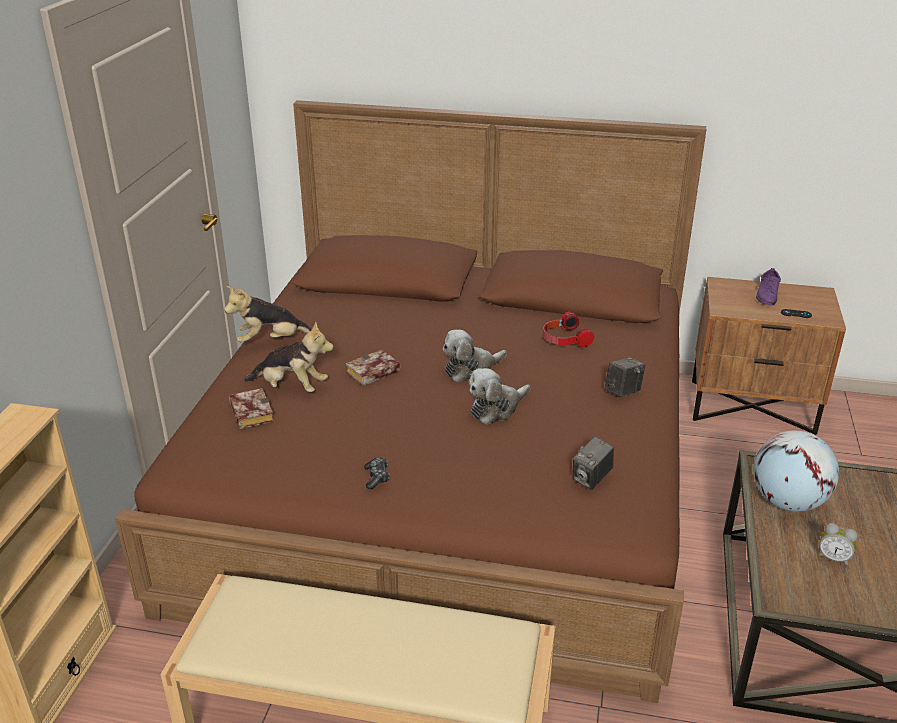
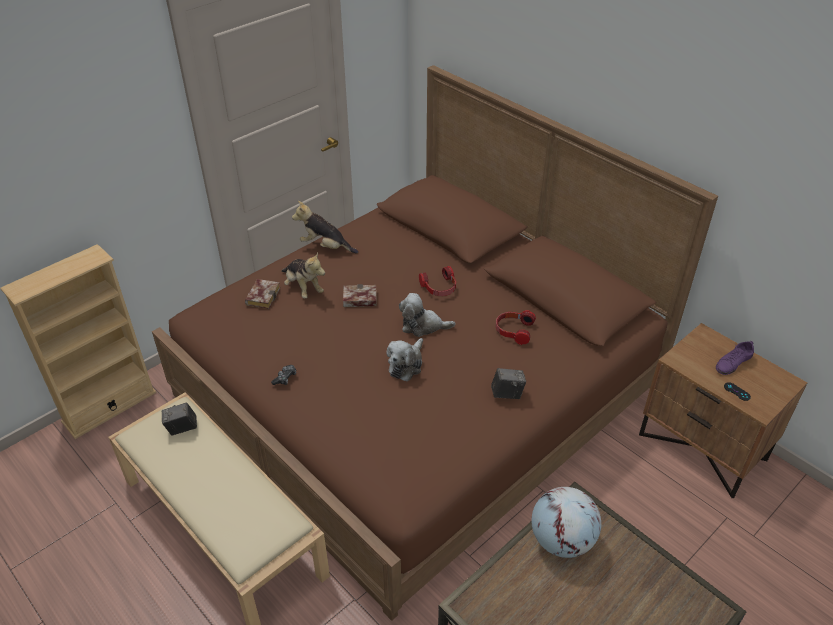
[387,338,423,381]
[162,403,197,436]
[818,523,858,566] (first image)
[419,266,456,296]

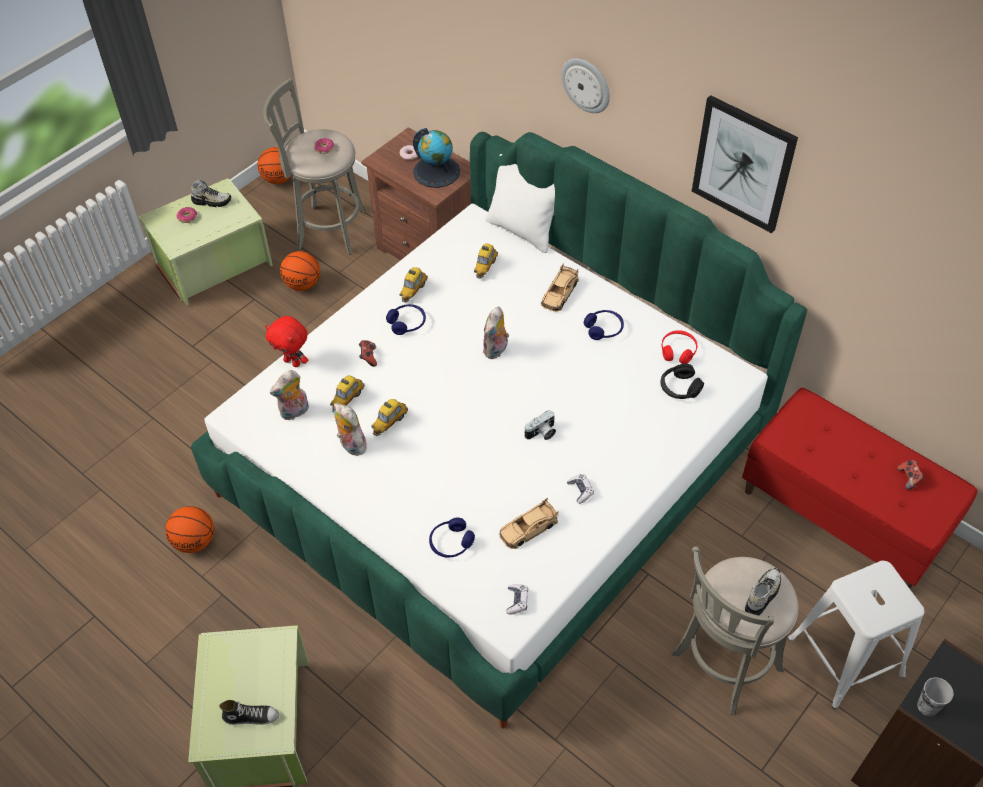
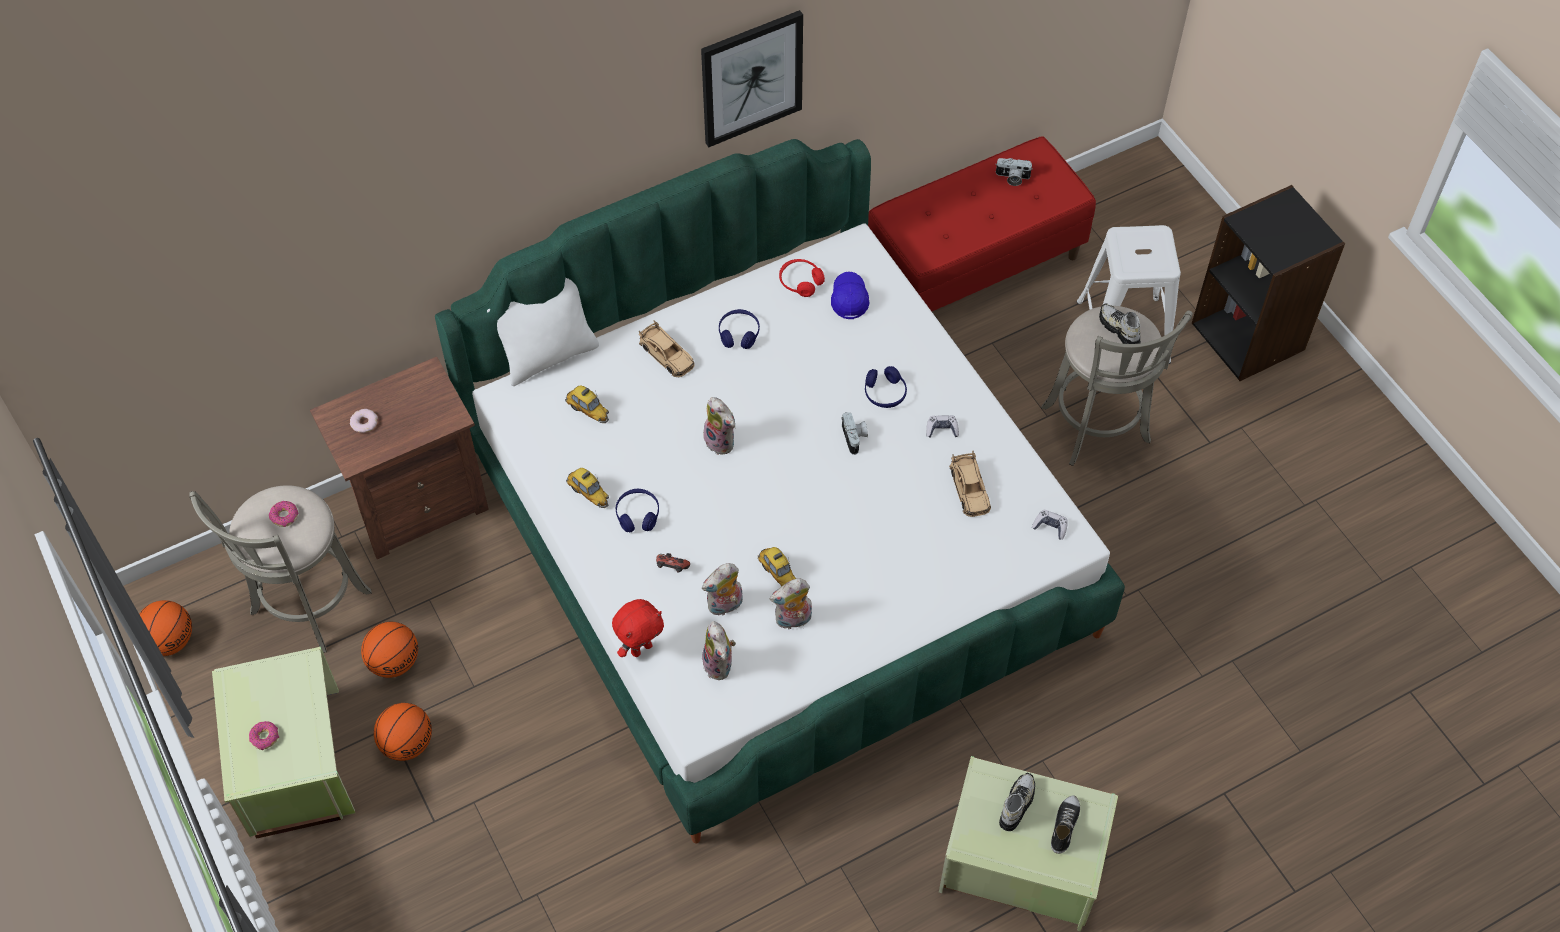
[374,703,432,761]
[999,773,1035,831]
[702,563,743,617]
[413,128,460,188] (first image)
[865,366,907,408]
[561,58,610,113] (first image)
[831,272,869,319]
[996,158,1033,186]
[917,677,954,716] (first image)

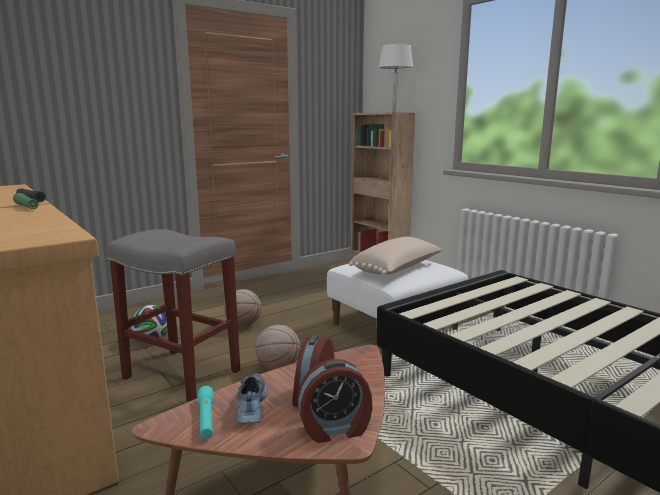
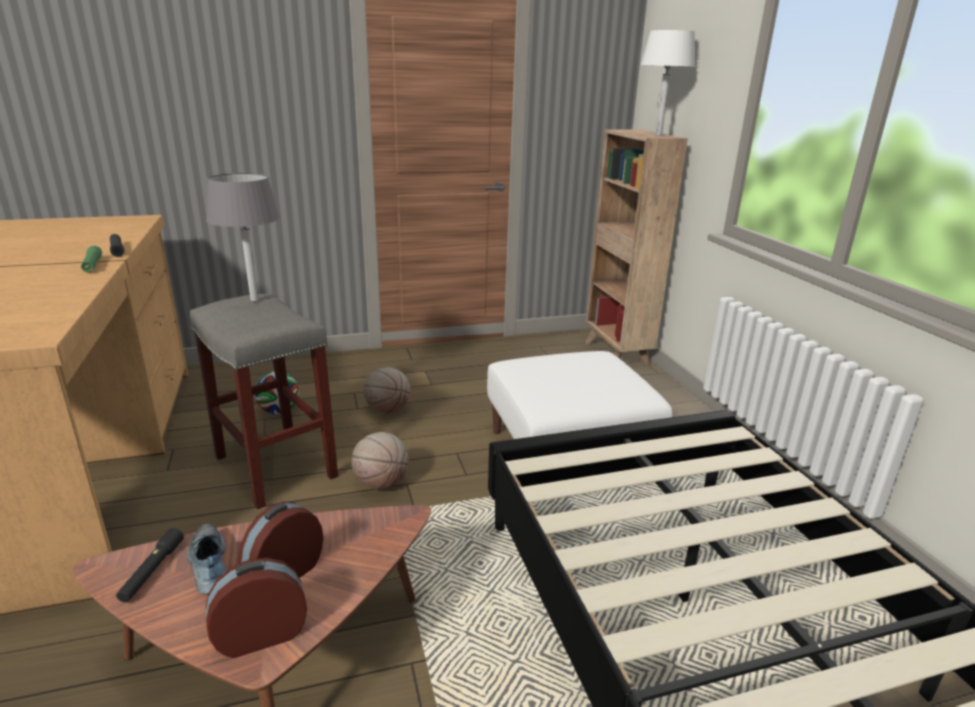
[116,528,184,603]
[187,523,227,594]
[206,558,307,658]
[349,237,442,275] (first image)
[206,173,280,301]

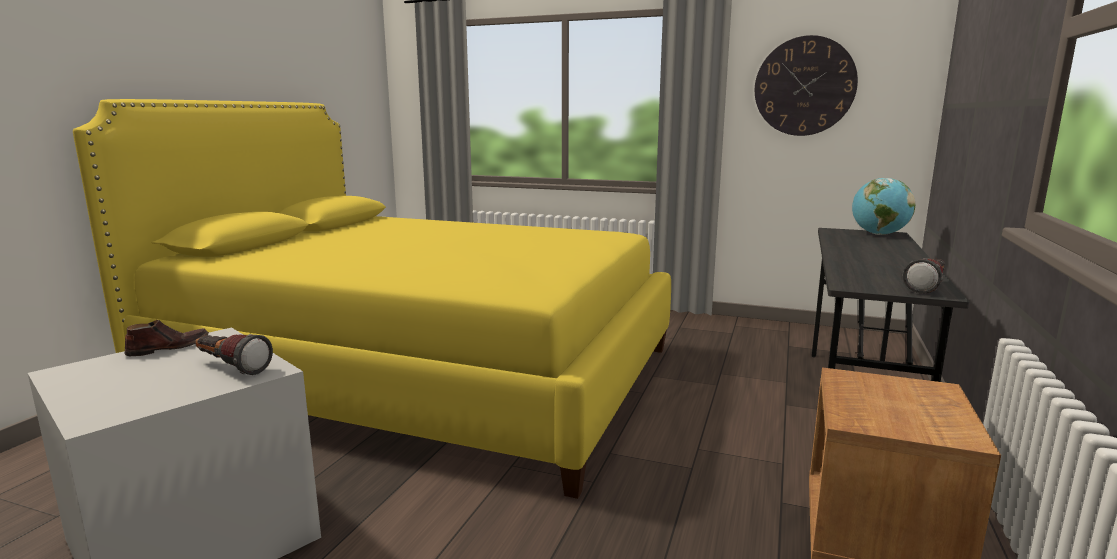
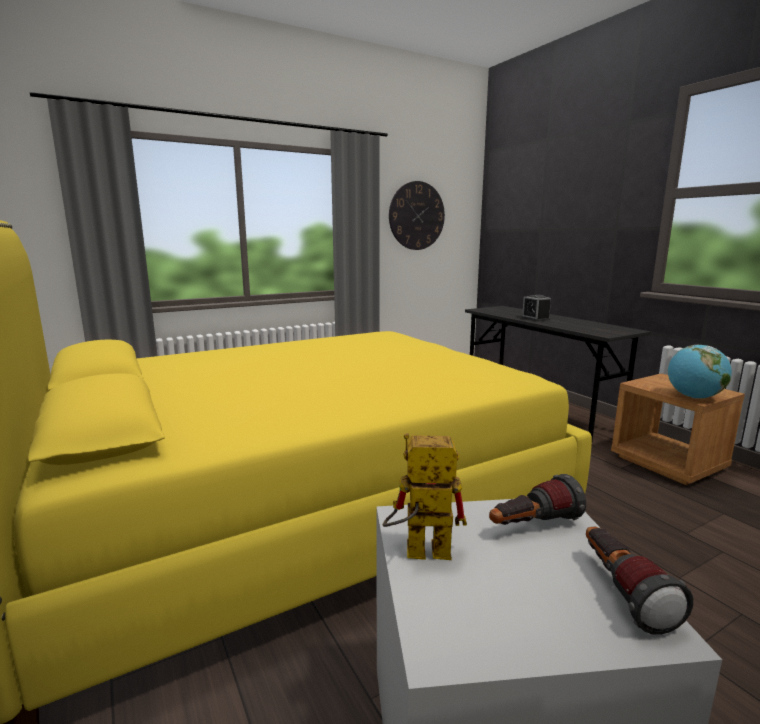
[383,433,467,560]
[668,345,732,399]
[586,527,693,635]
[521,295,551,321]

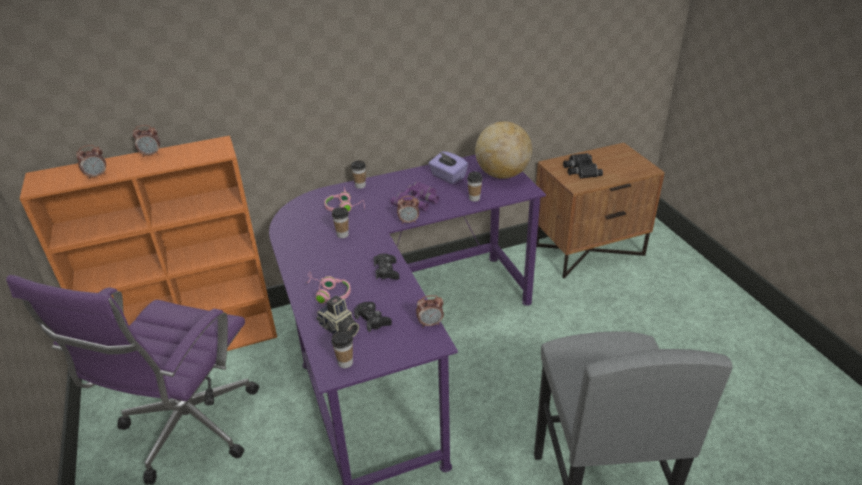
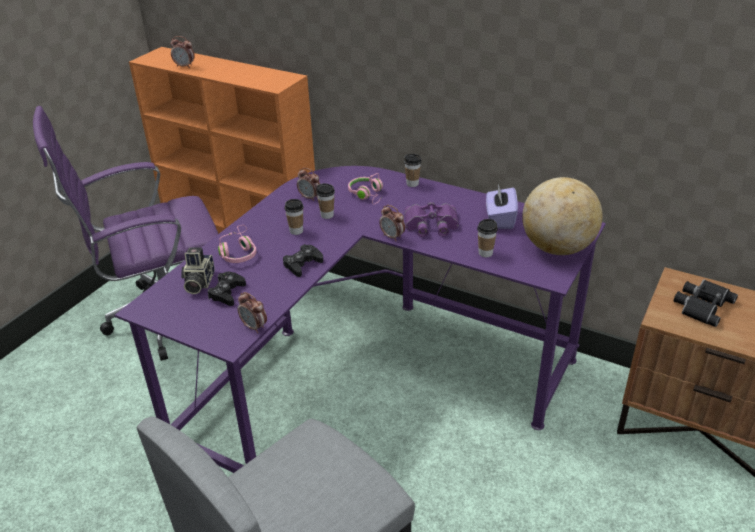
[297,168,320,201]
[284,199,304,235]

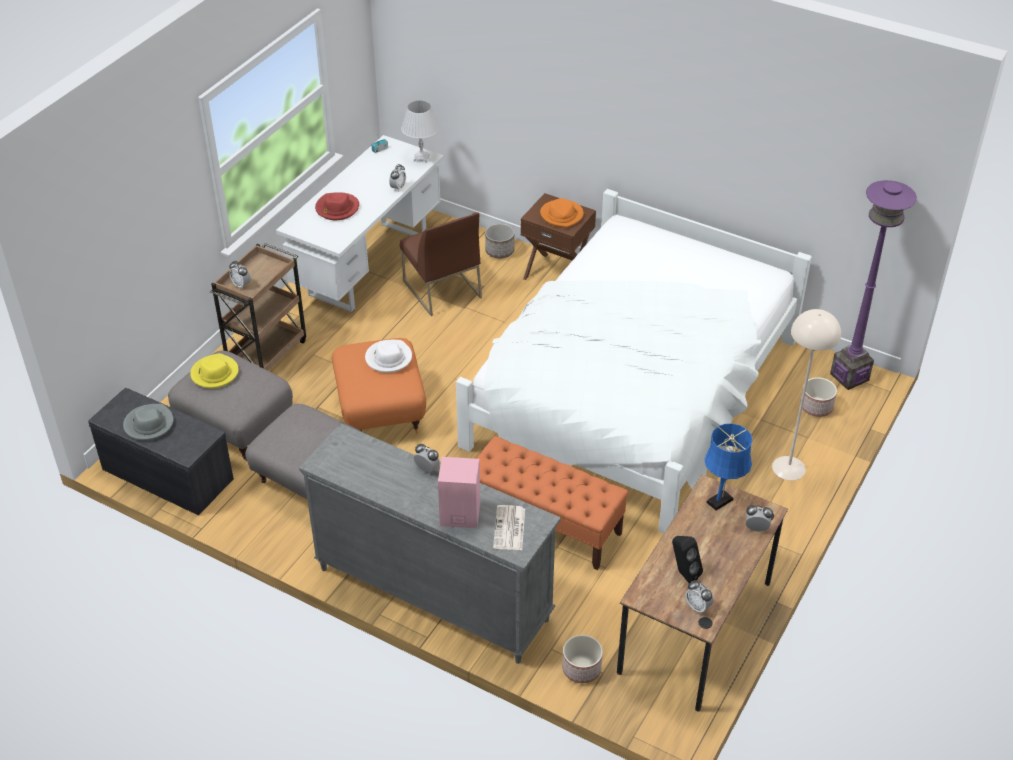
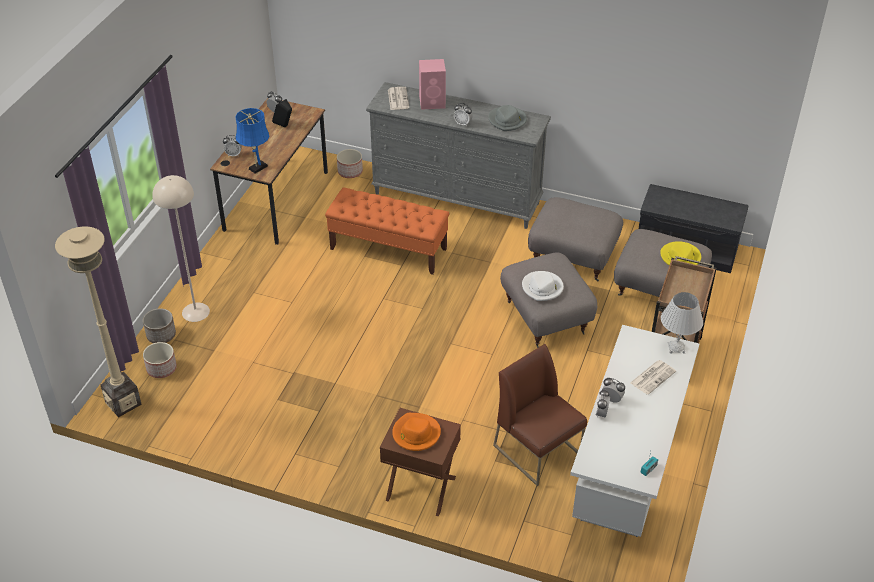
[488,105,527,131]
[602,378,625,403]
[630,360,676,395]
[500,252,597,348]
[661,292,703,354]
[456,189,812,533] (first image)
[143,308,176,343]
[55,227,142,417]

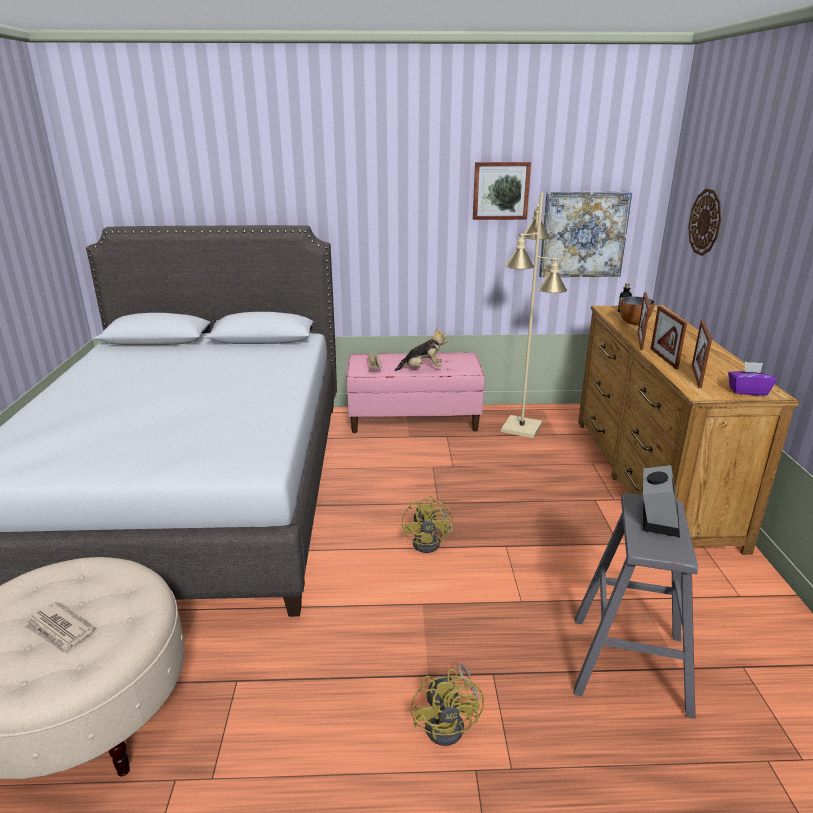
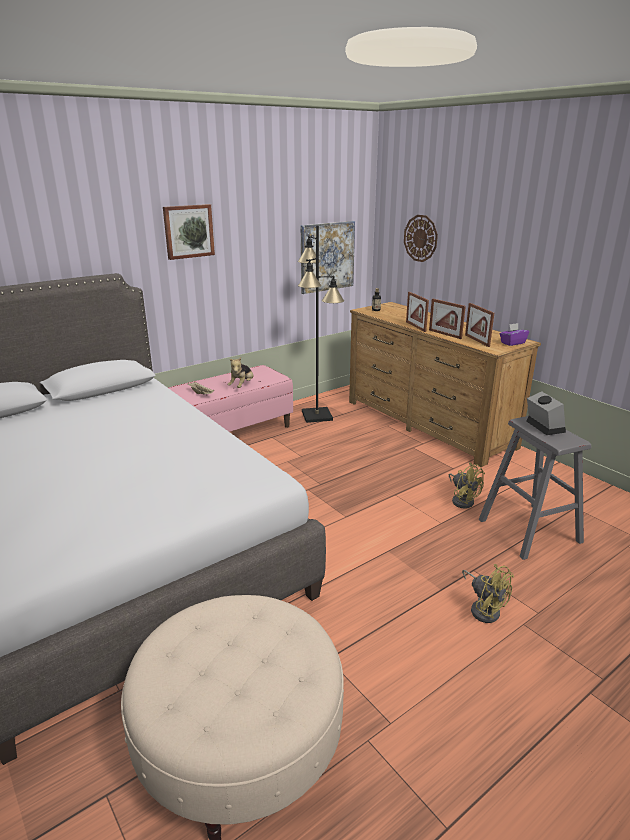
[23,602,93,654] (first image)
[228,357,254,388]
[449,462,485,509]
[163,204,215,260]
[298,226,344,423]
[620,296,655,325] (first image)

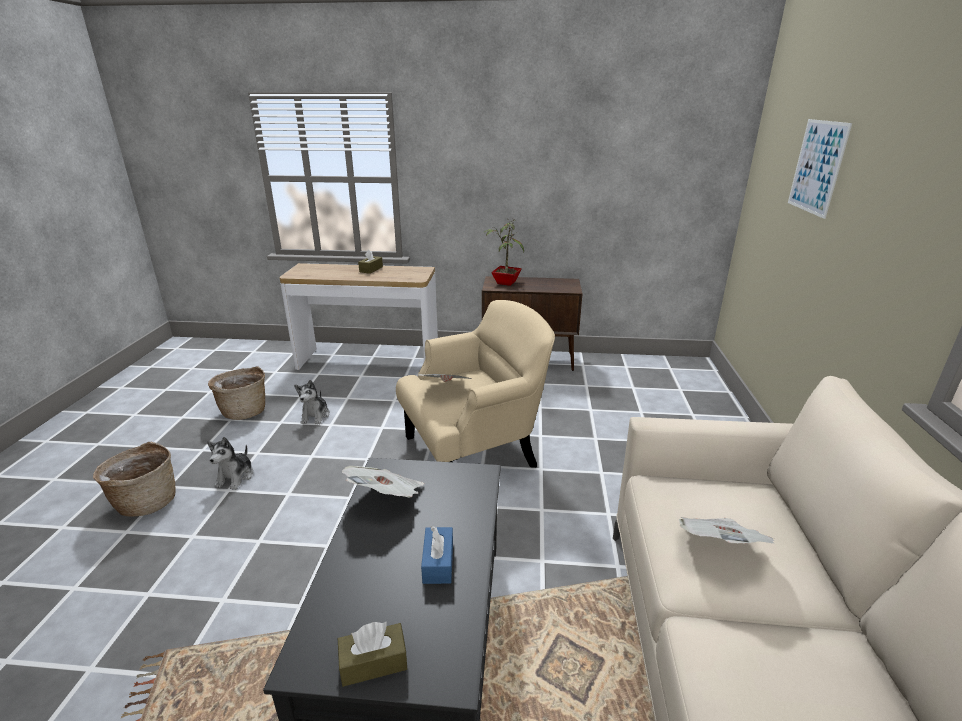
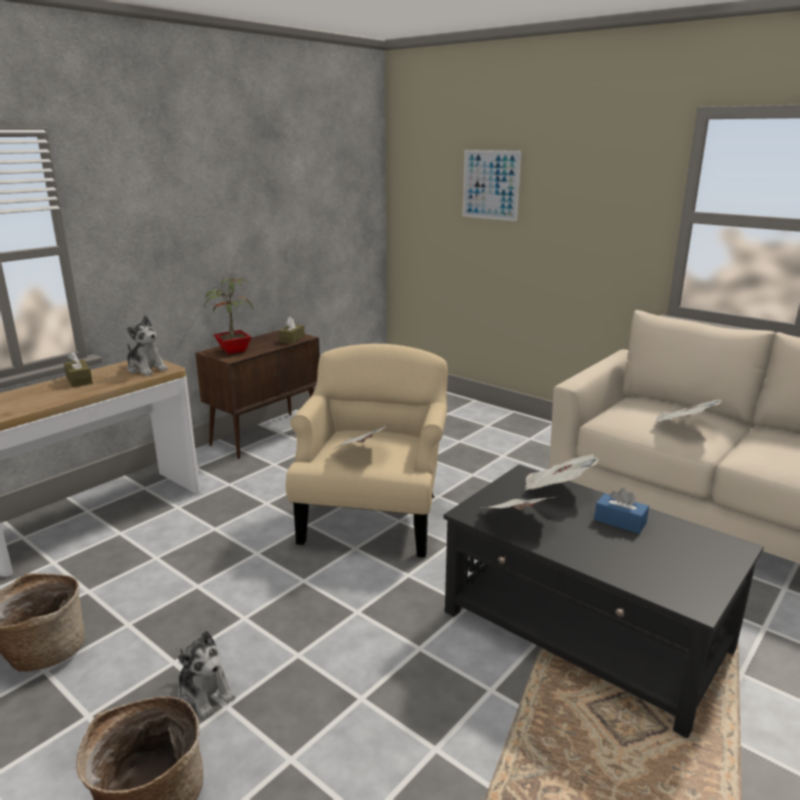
[127,316,168,376]
[279,317,305,344]
[524,454,599,491]

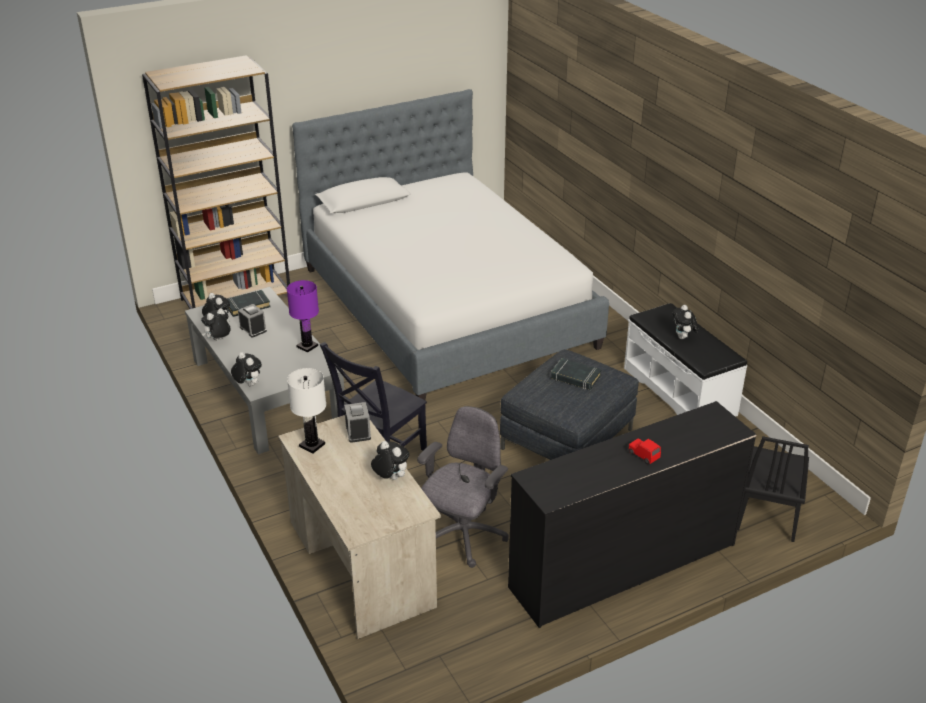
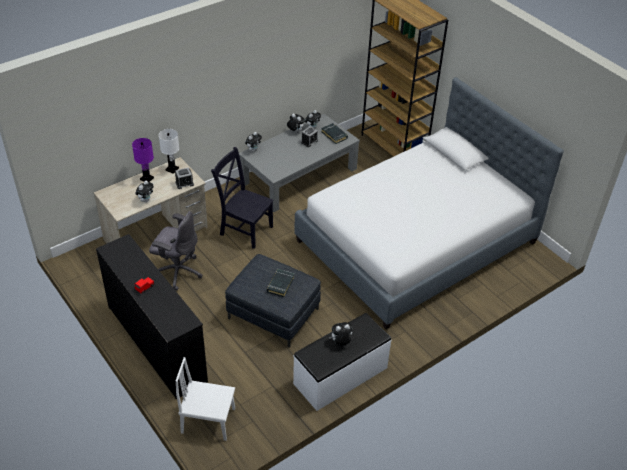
[132,138,154,182]
[176,357,235,441]

